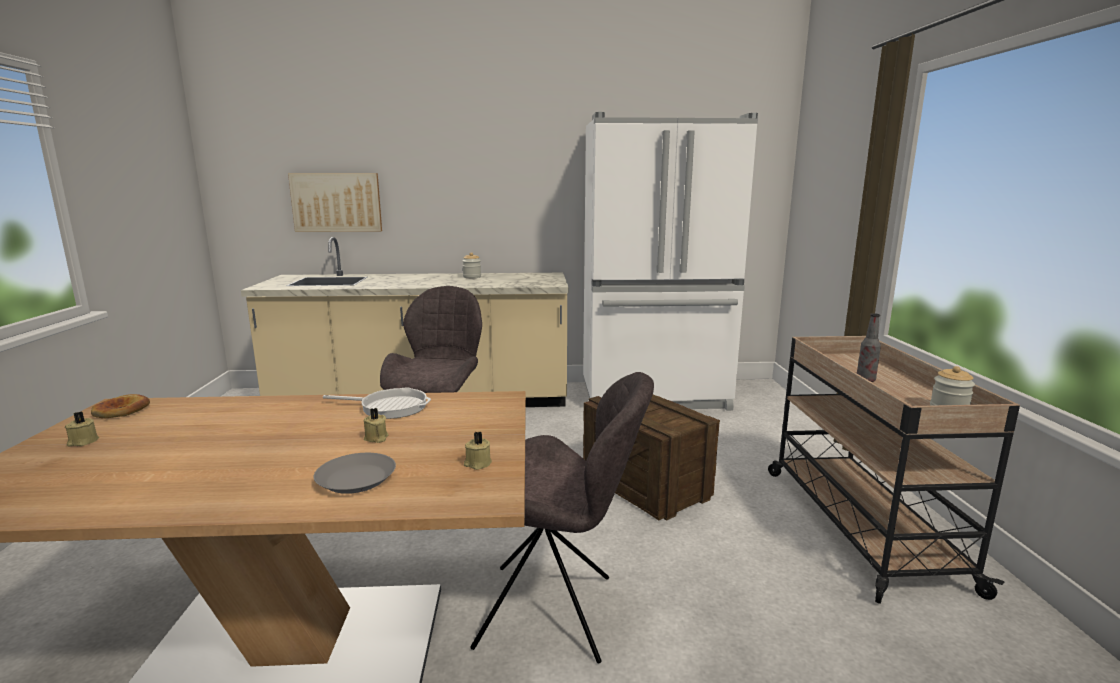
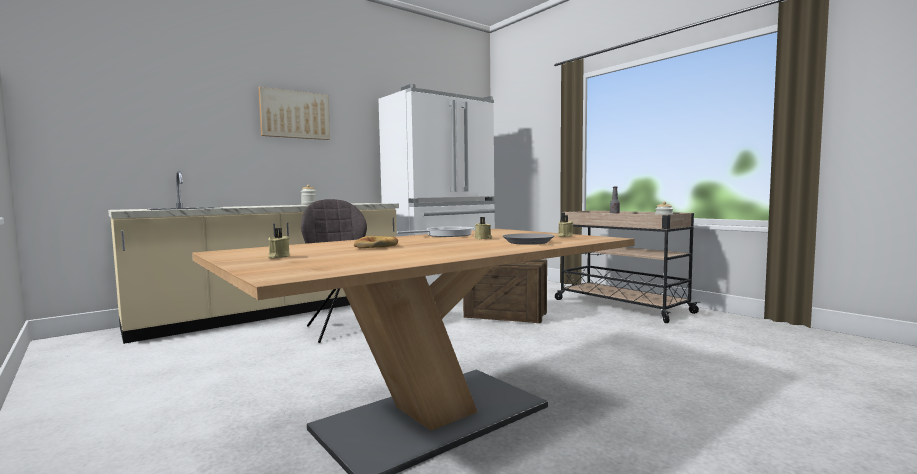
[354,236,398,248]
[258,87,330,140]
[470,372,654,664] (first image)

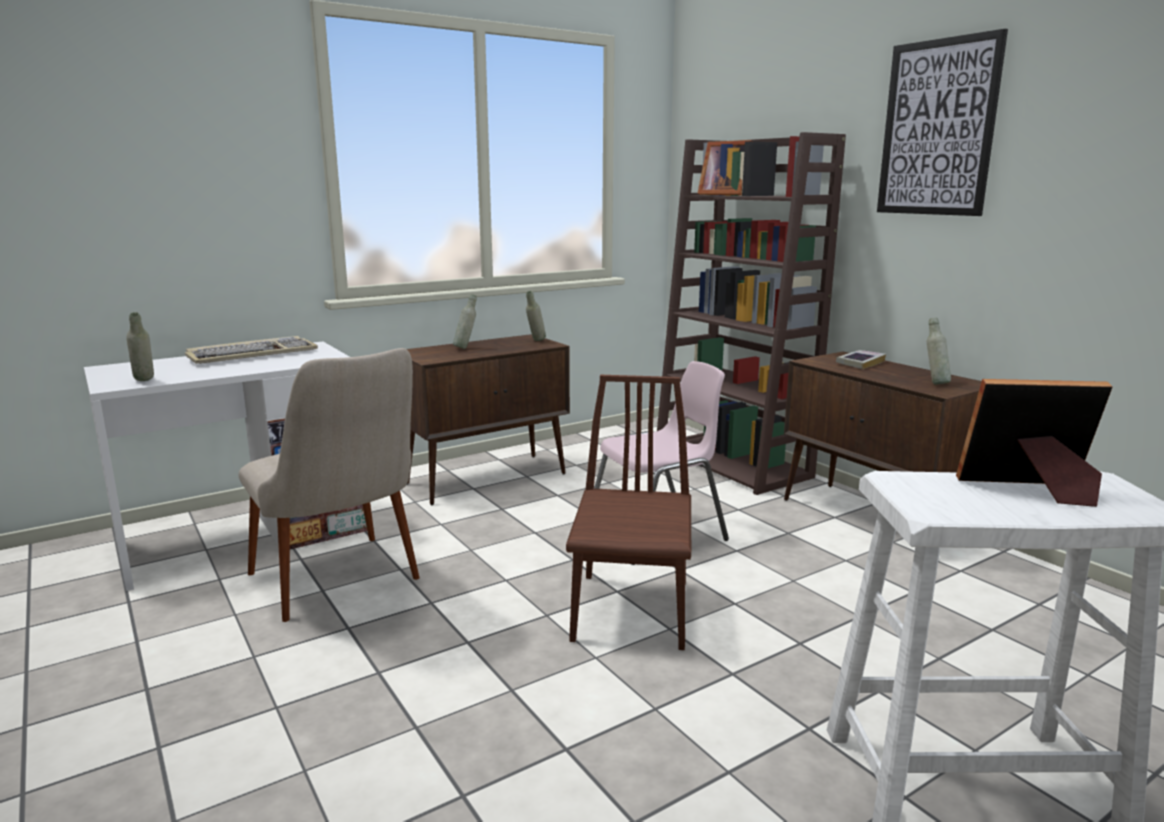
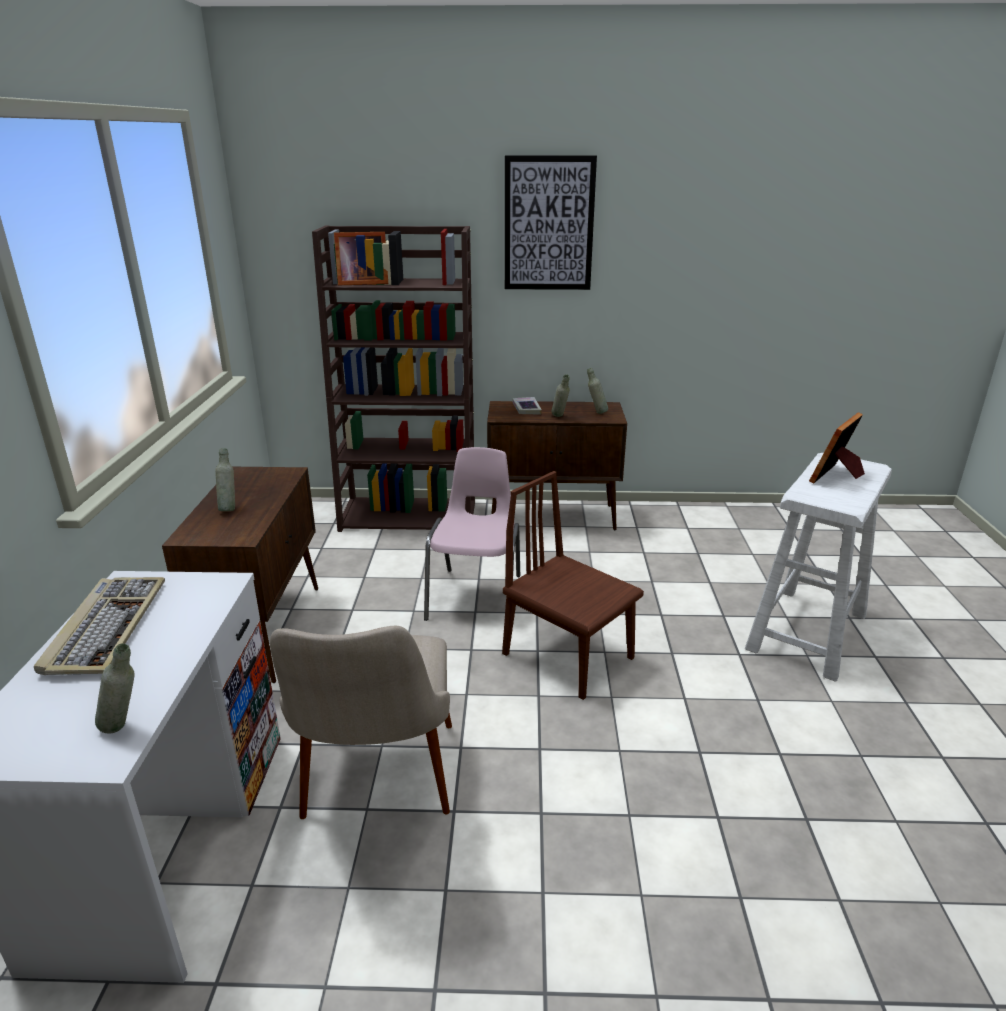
[270,626,452,819]
[552,374,570,417]

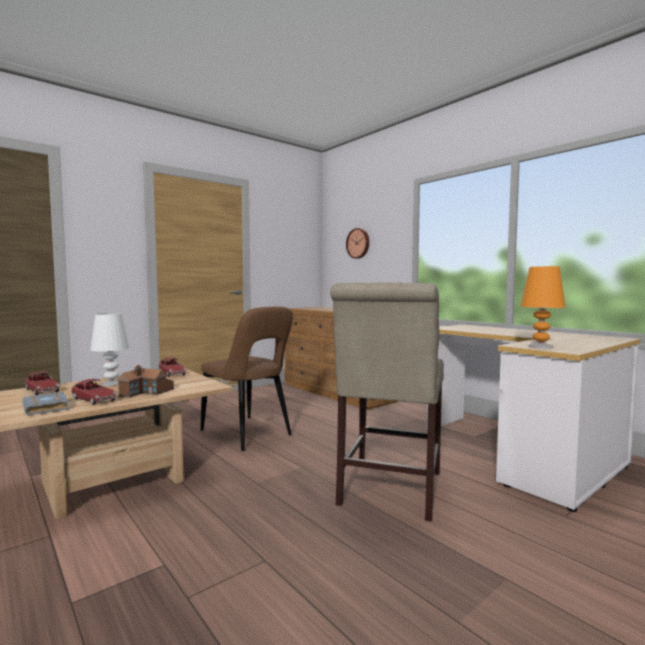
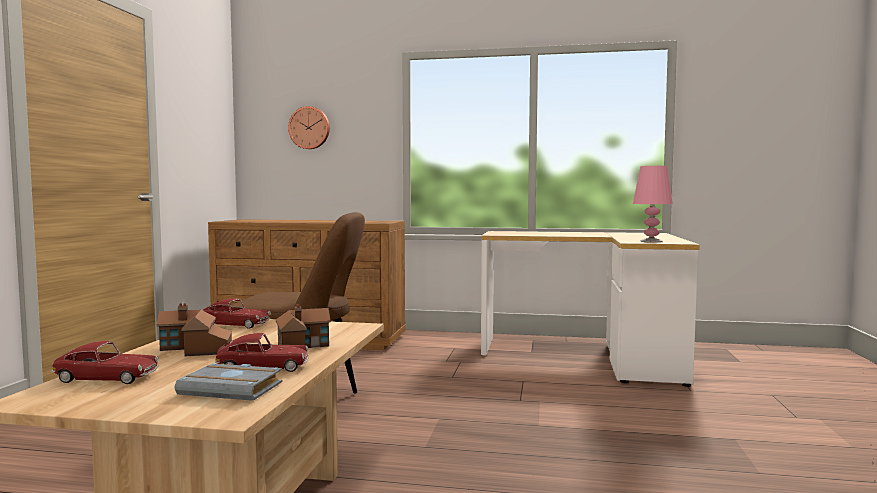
[157,303,232,356]
[330,282,444,522] (first image)
[633,166,673,243]

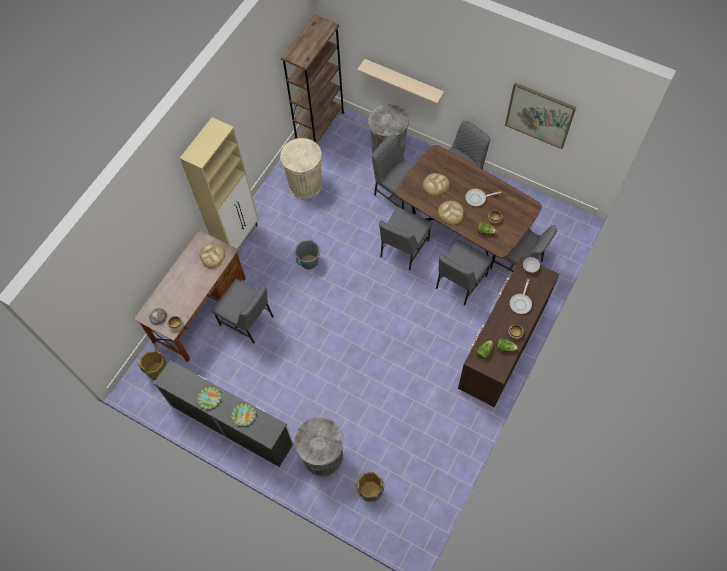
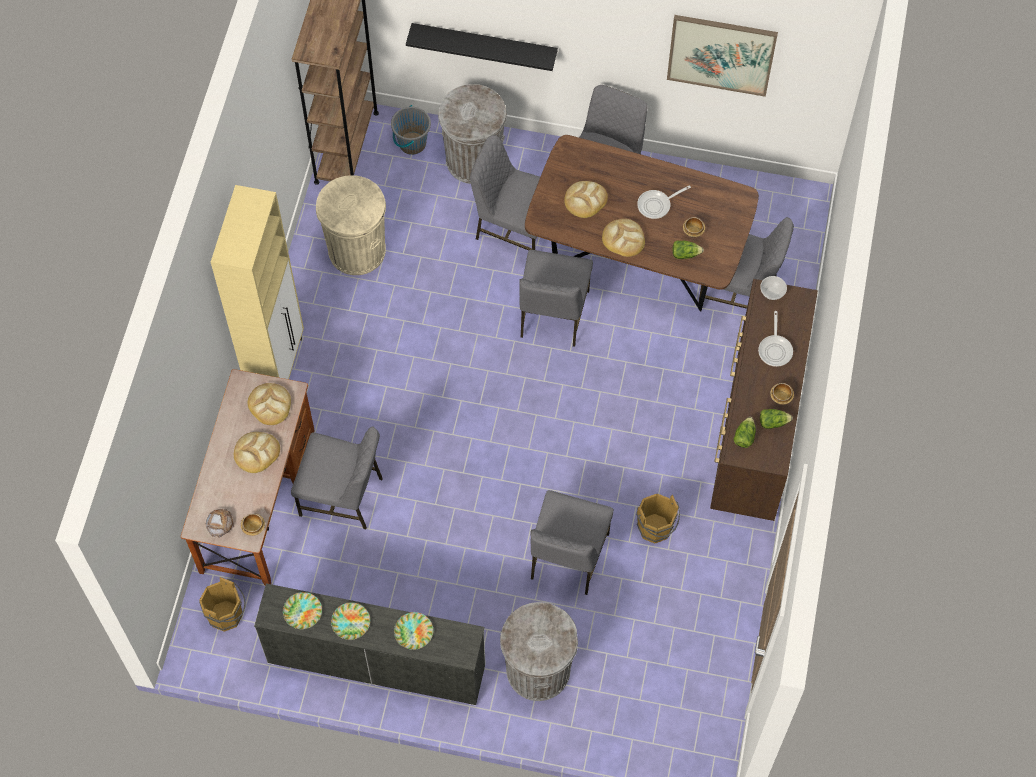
[391,105,431,155]
[636,494,680,544]
[406,23,558,71]
[530,490,614,595]
[234,432,280,473]
[283,592,322,629]

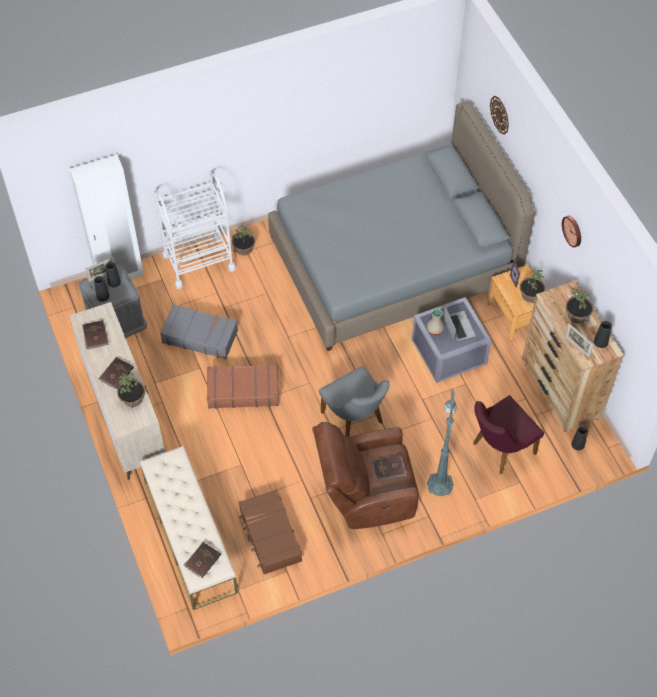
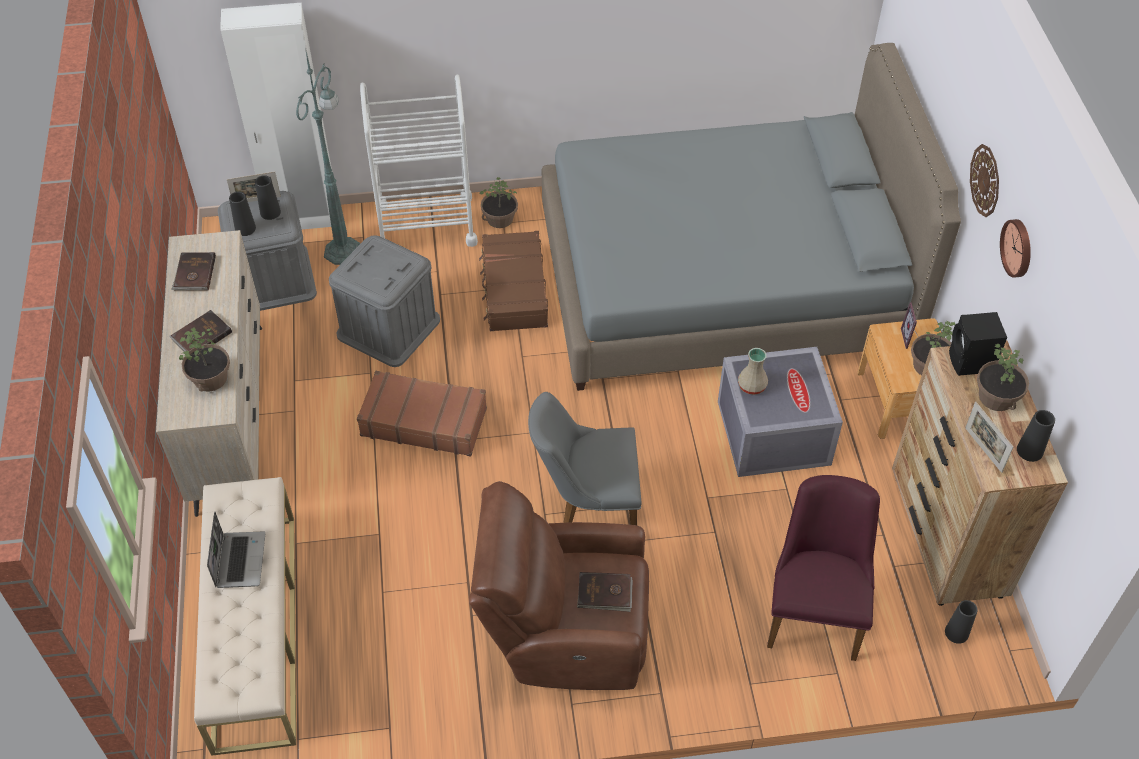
[329,235,440,367]
[183,542,221,578] (first image)
[479,231,548,331]
[528,392,641,525]
[296,48,361,265]
[207,512,265,588]
[767,475,880,661]
[970,144,999,217]
[949,312,1007,376]

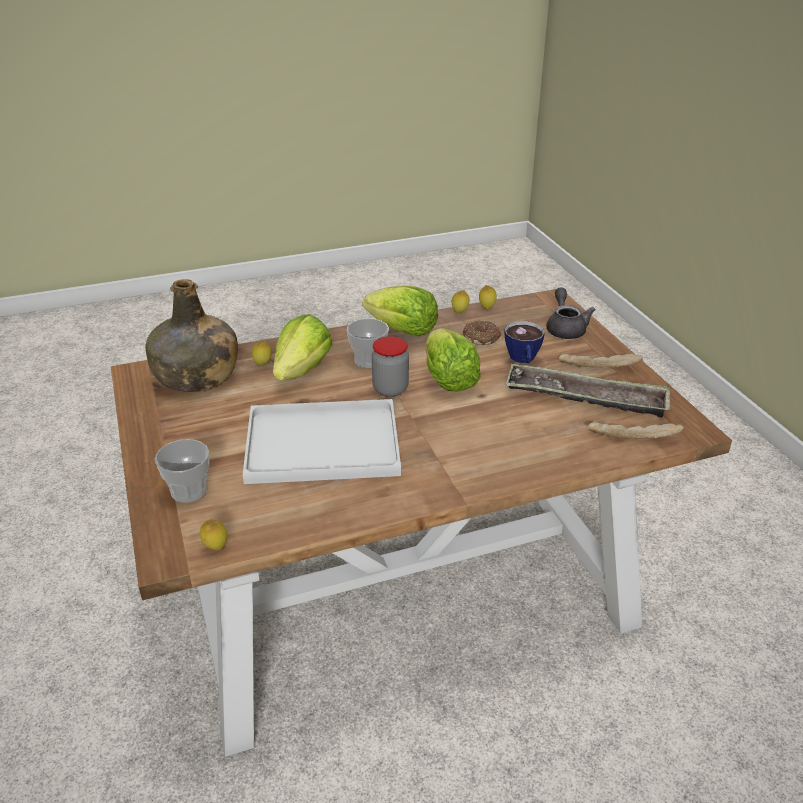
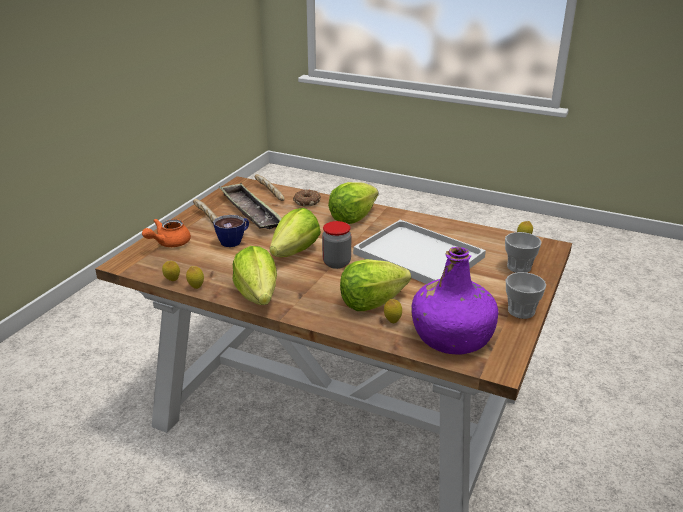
[411,247,498,354]
[506,272,546,319]
[293,189,321,207]
[142,219,191,247]
[328,182,378,224]

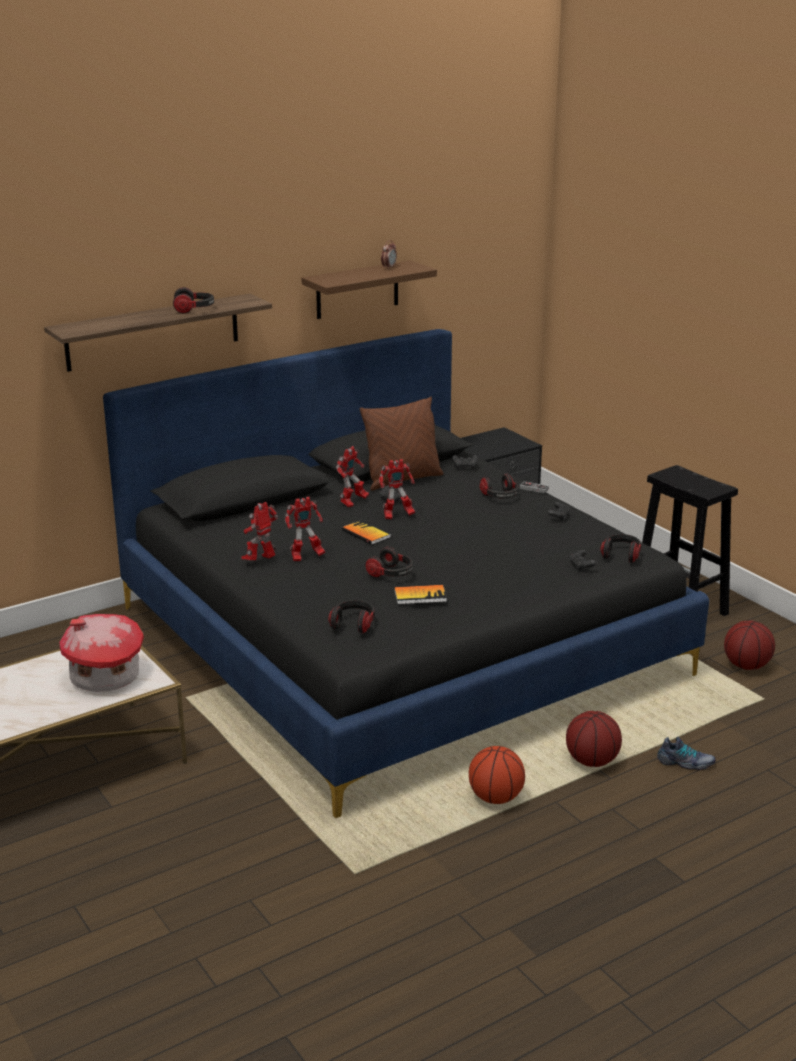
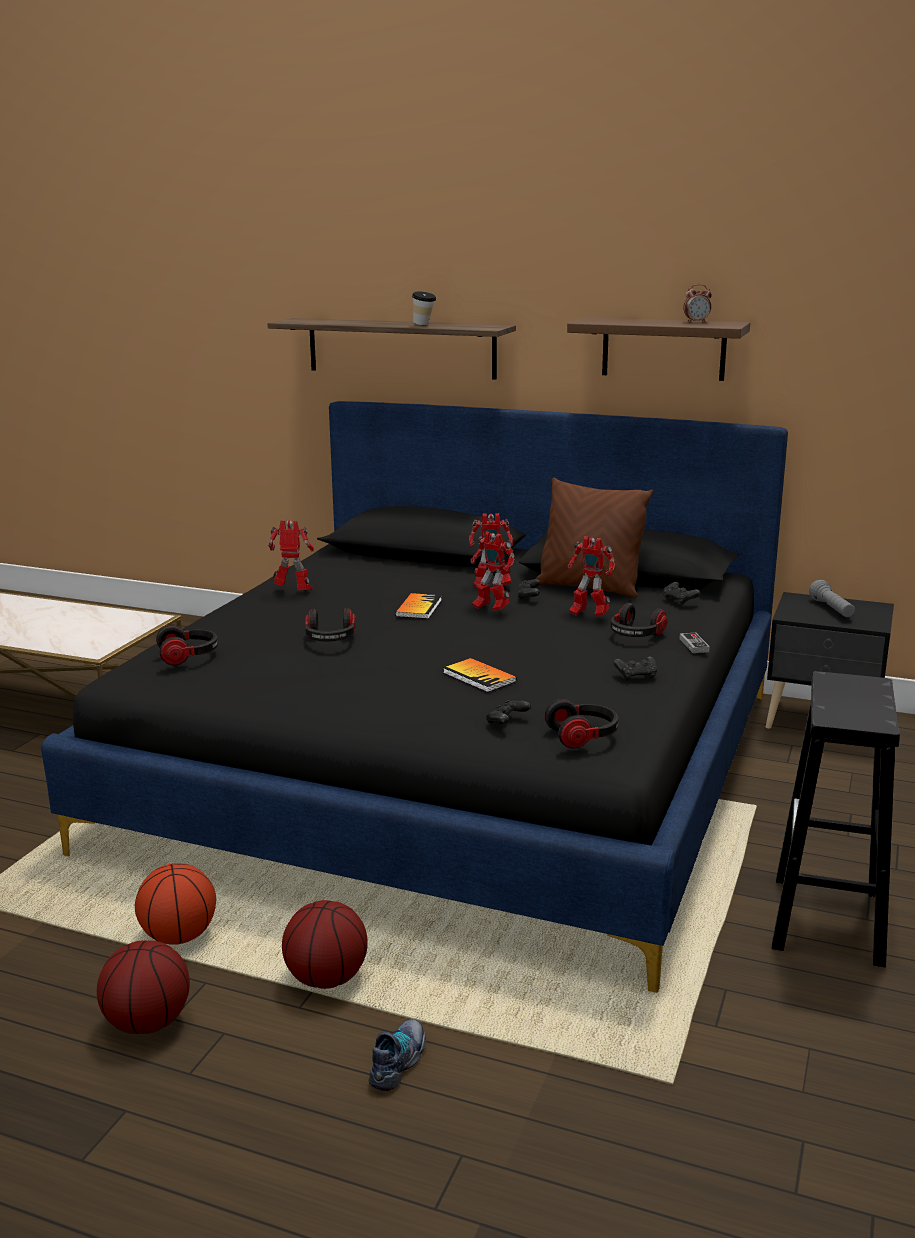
[59,614,144,692] (first image)
[412,292,436,325]
[567,536,615,617]
[443,658,516,692]
[369,1019,426,1091]
[97,940,190,1034]
[809,580,855,617]

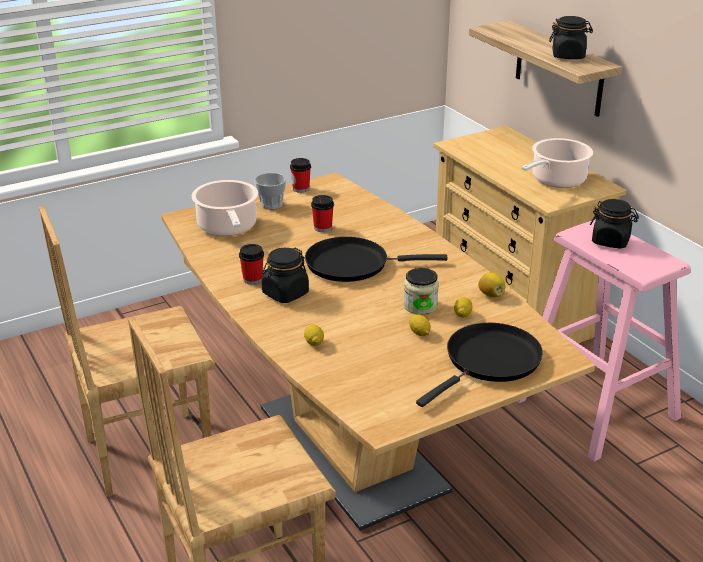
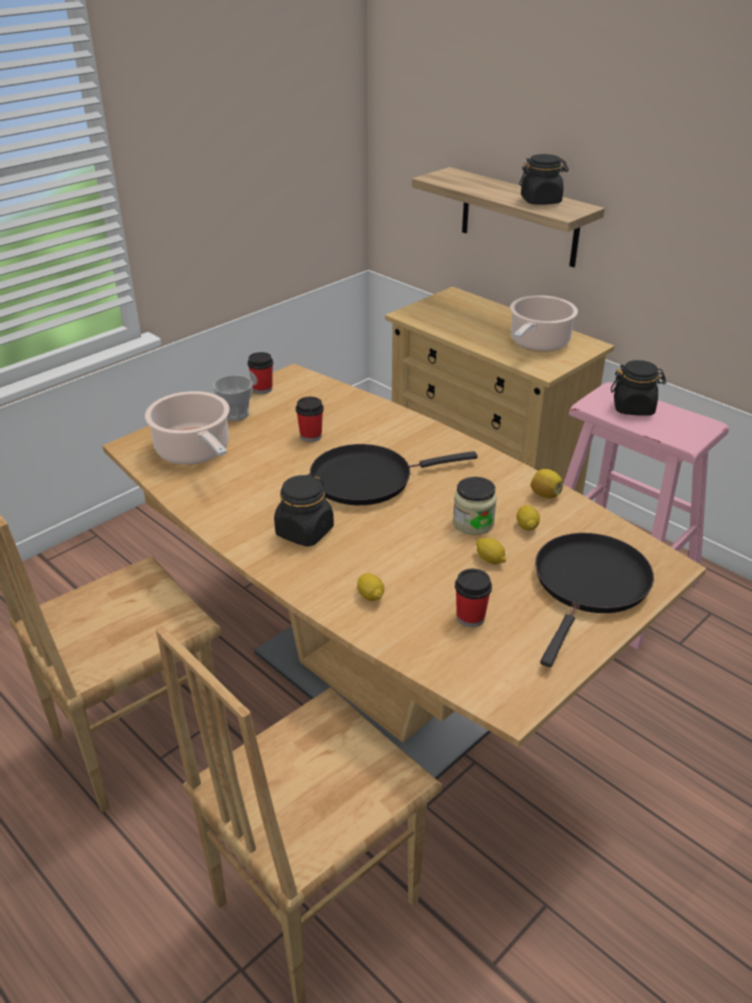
[455,569,492,627]

